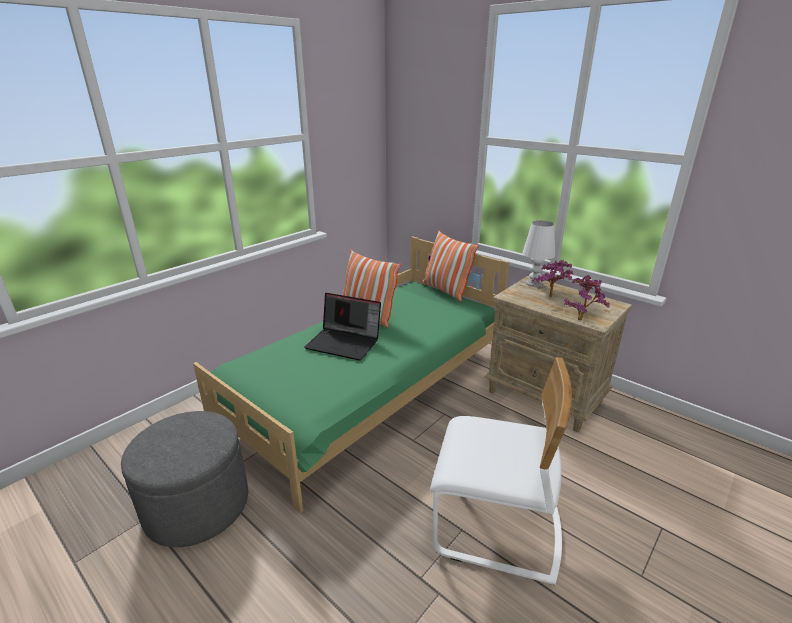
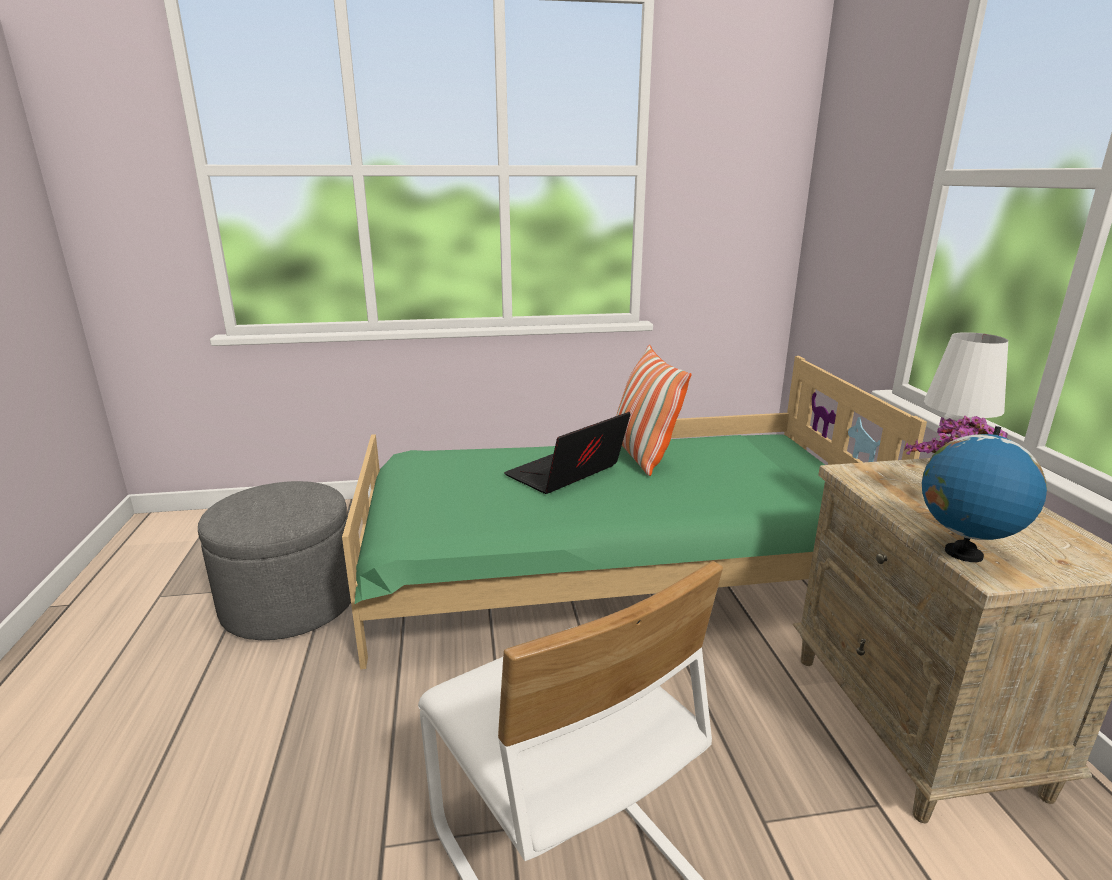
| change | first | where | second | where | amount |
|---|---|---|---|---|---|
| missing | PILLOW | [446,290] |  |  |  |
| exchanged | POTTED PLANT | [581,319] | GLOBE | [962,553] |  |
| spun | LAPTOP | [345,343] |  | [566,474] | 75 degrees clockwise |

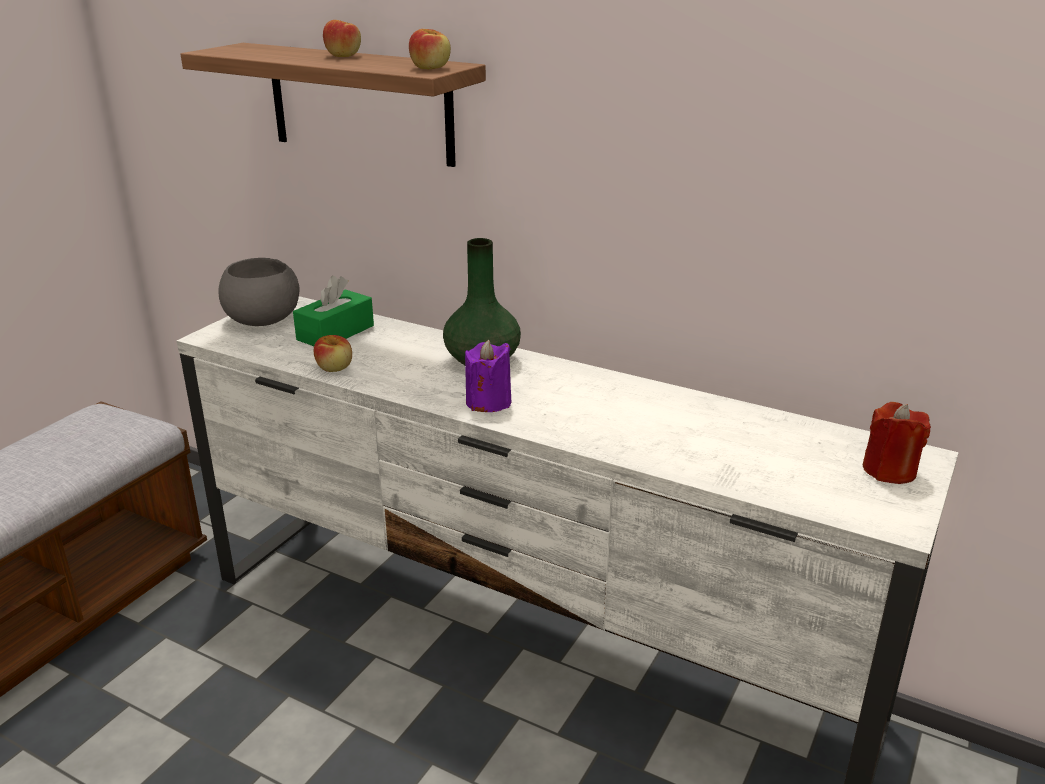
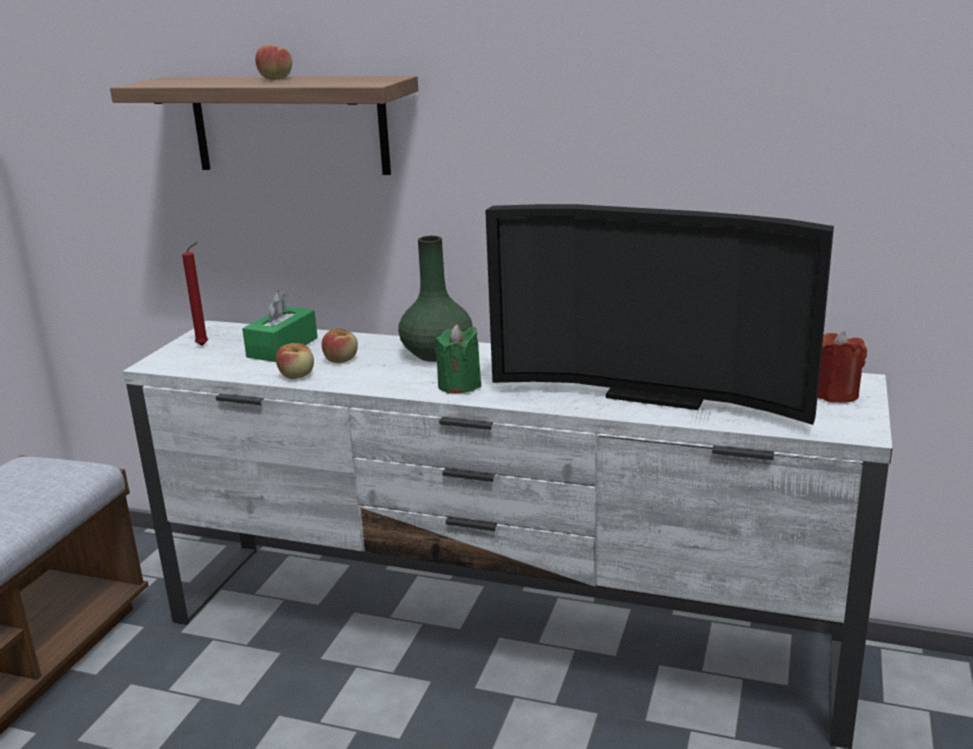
| change | first | where | second | where | amount |
|---|---|---|---|---|---|
| relocated | APPLE | [430,68] |  | [341,359] |  |
| exchanged | GREY BOWL | [264,321] | RED CANDLE | [204,345] |  |
| colour | PURPLE CANDLE | [488,402] | GREEN CANDLE | [459,385] |  |
| appeared |  |  | TELEVISION | [656,392] |  |

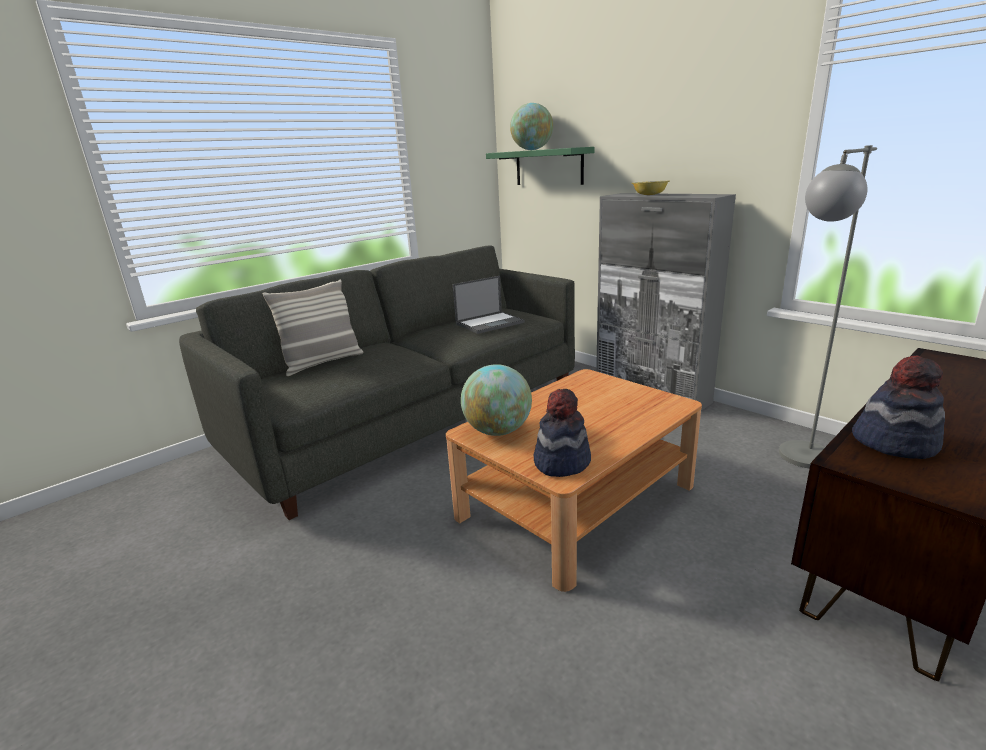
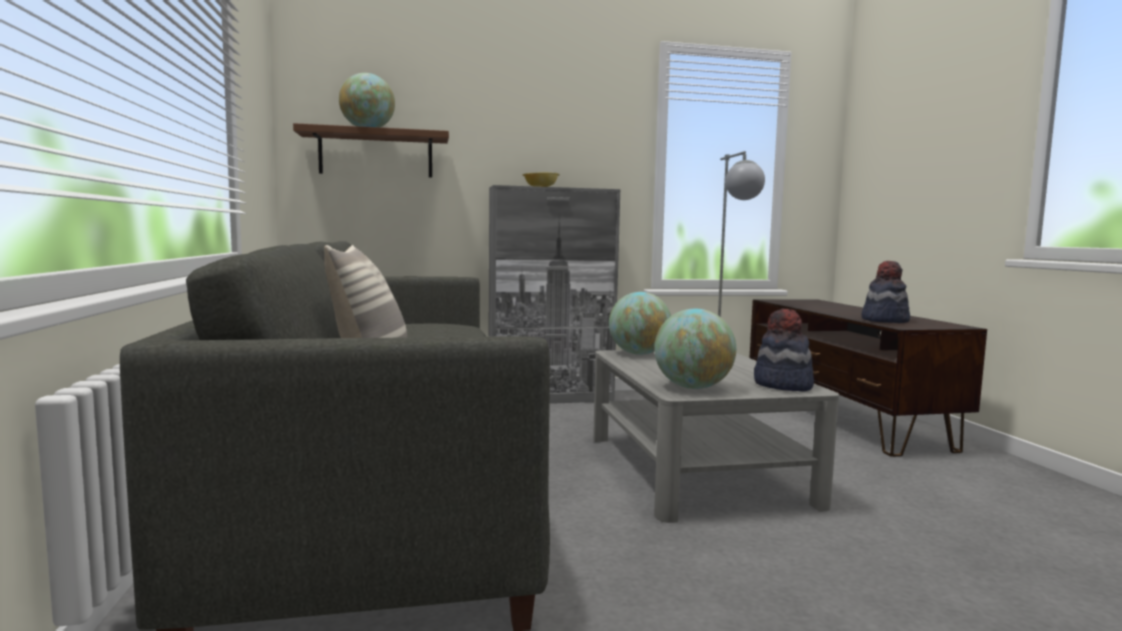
| change | first | where | second | where | amount |
|---|---|---|---|---|---|
| colour | GREEN SHELF | [548,167] | BROWN SHELF | [376,154] |  |
| missing | LAPTOP | [490,323] |  |  |  |
| colour | BROWN COFFEE TABLE | [576,500] | GREY COFFEE TABLE | [695,469] |  |
| appeared |  |  | GLOBE | [639,354] |  |

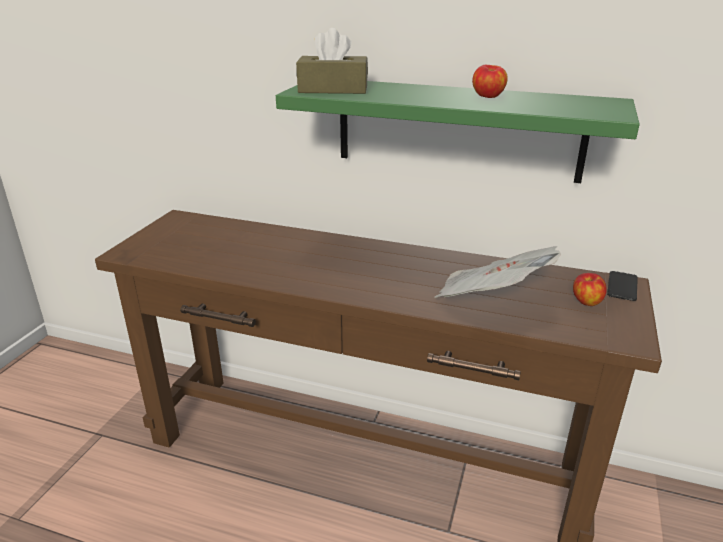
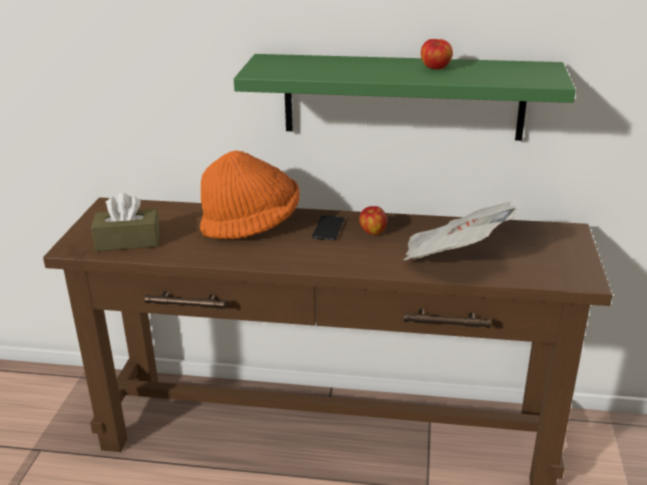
| change | first | where | second | where | amount |
|---|---|---|---|---|---|
| relocated | BROWN TISSUE BOX | [333,89] |  | [128,241] |  |
| relocated | PHONE | [622,286] |  | [328,228] |  |
| relocated | APPLE | [586,302] |  | [372,232] |  |
| appeared |  |  | ORANGE HAT | [251,225] |  |

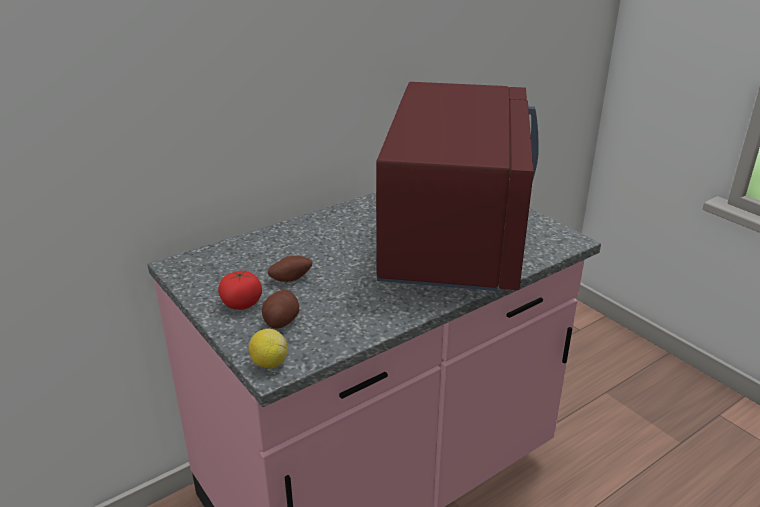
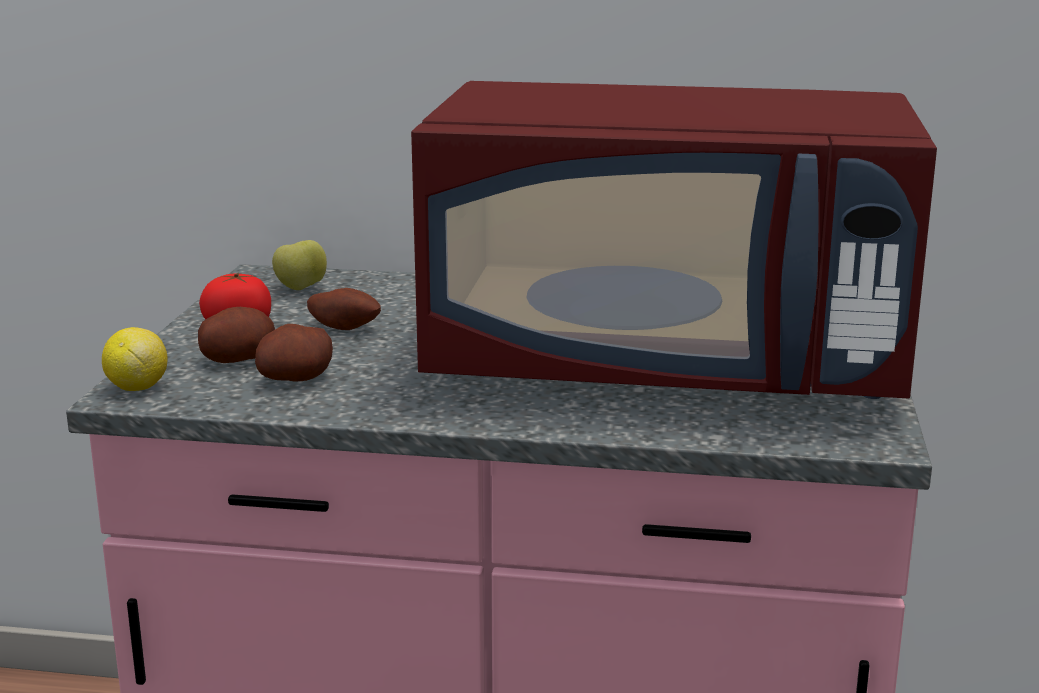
| change | first | where | second | where | amount |
|---|---|---|---|---|---|
| spun | RED MICROWAVE | [452,237] |  | [668,365] | 45 degrees clockwise |
| appeared |  |  | APPLE | [301,289] |  |
| appeared |  |  | POTATO | [296,379] |  |

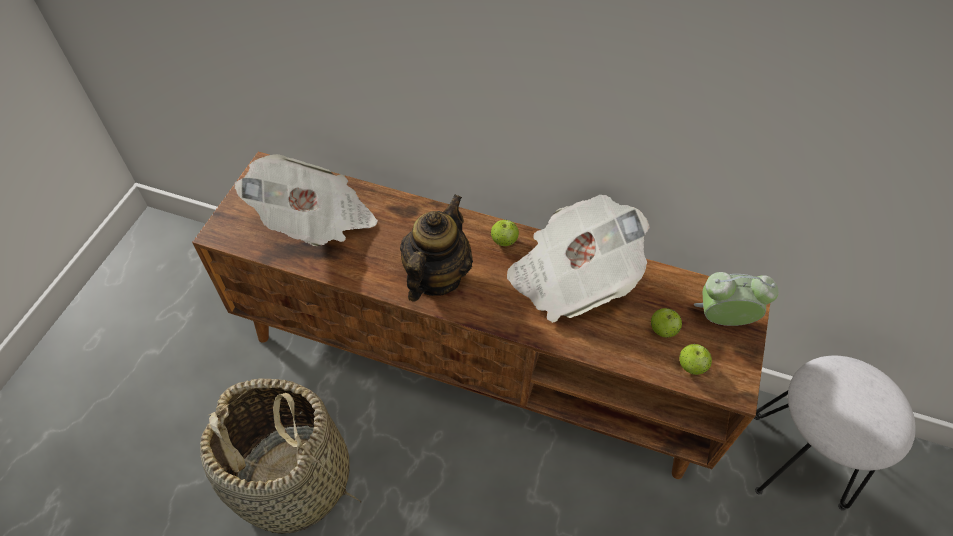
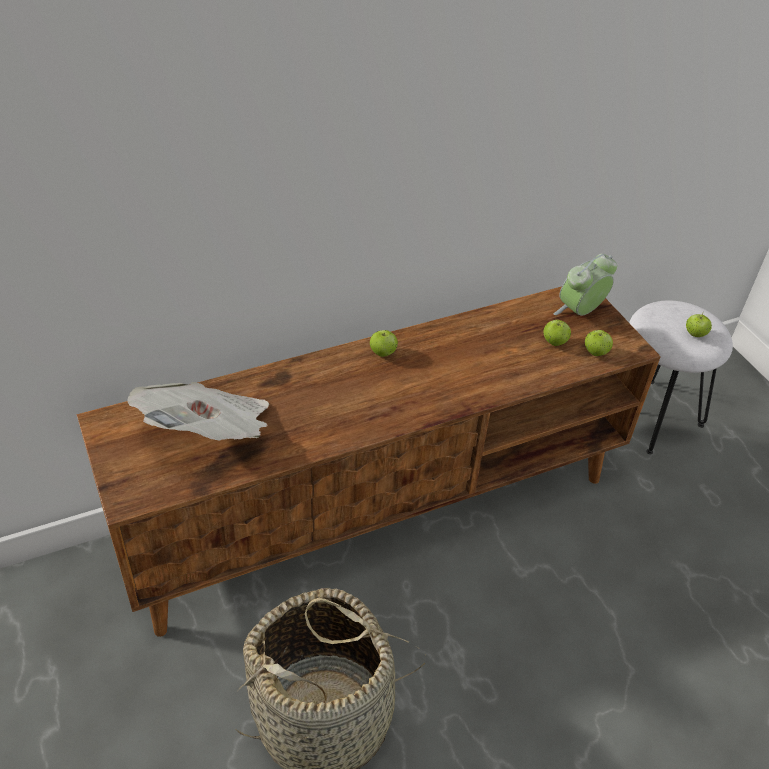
| change | first | where | second | where | amount |
|---|---|---|---|---|---|
| missing | TEAPOT | [436,277] |  |  |  |
| missing | NEWSPAPER | [571,277] |  |  |  |
| appeared |  |  | APPLE | [695,334] |  |

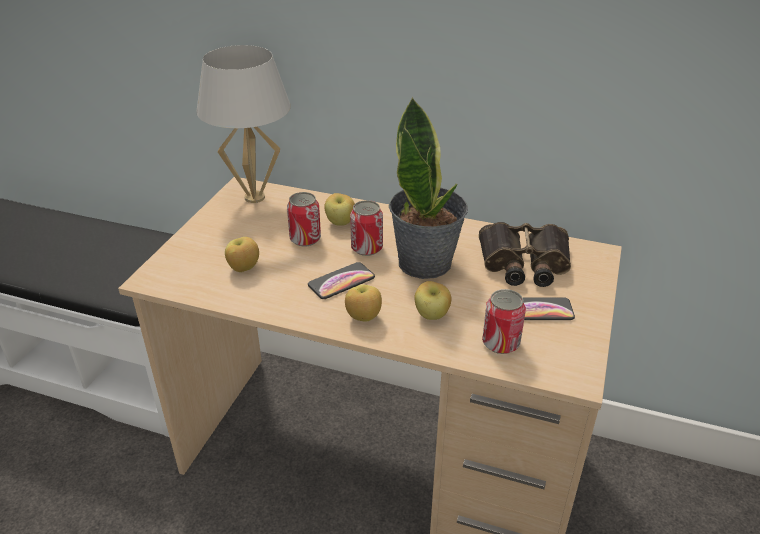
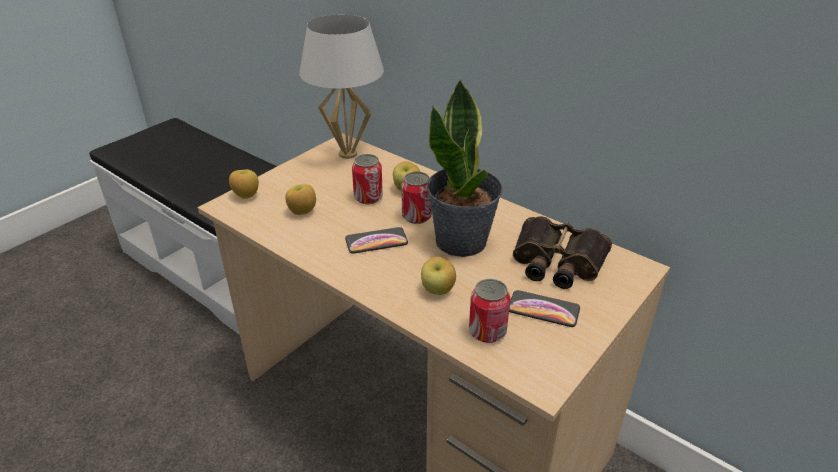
| change | first | where | second | where | amount |
|---|---|---|---|---|---|
| relocated | APPLE | [363,317] |  | [246,196] |  |

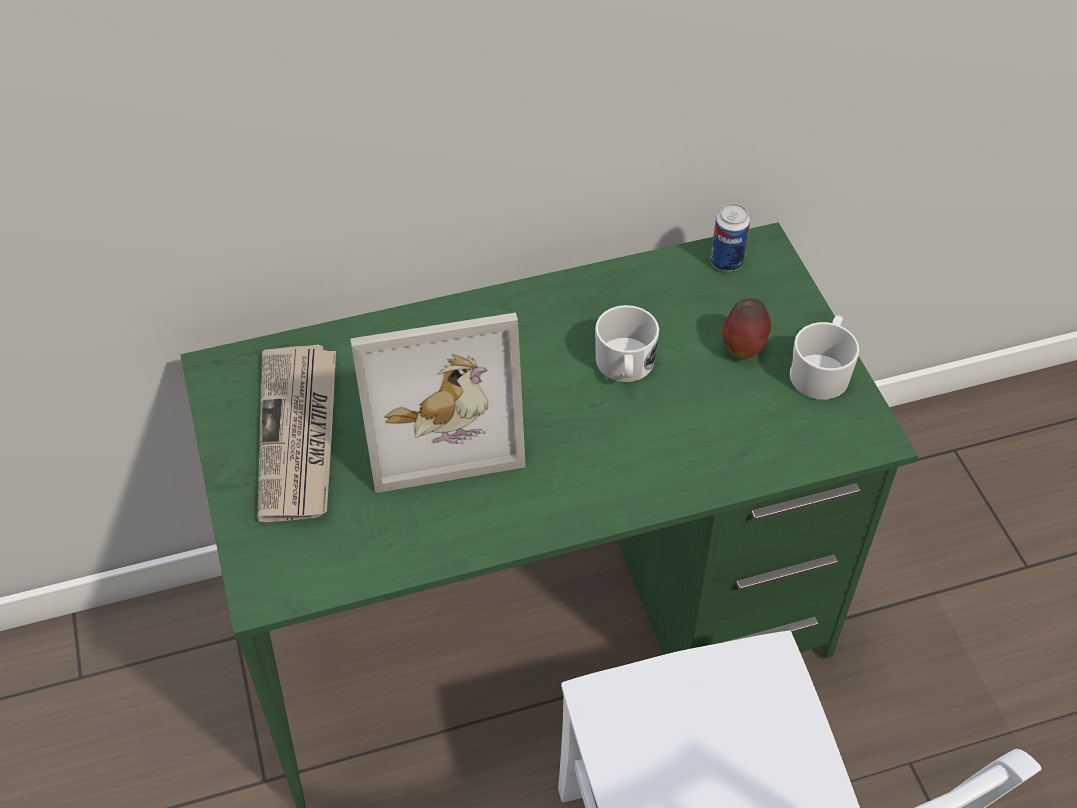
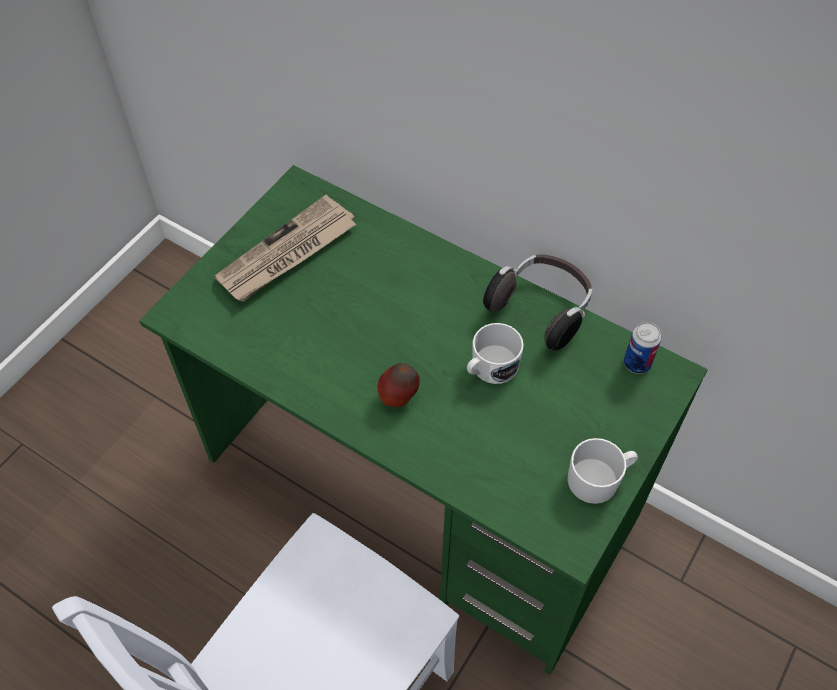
| change | first | where | second | where | amount |
|---|---|---|---|---|---|
| relocated | APPLE | [743,348] |  | [399,397] |  |
| missing | PICTURE FRAME | [439,423] |  |  |  |
| appeared |  |  | HEADPHONES | [541,309] |  |

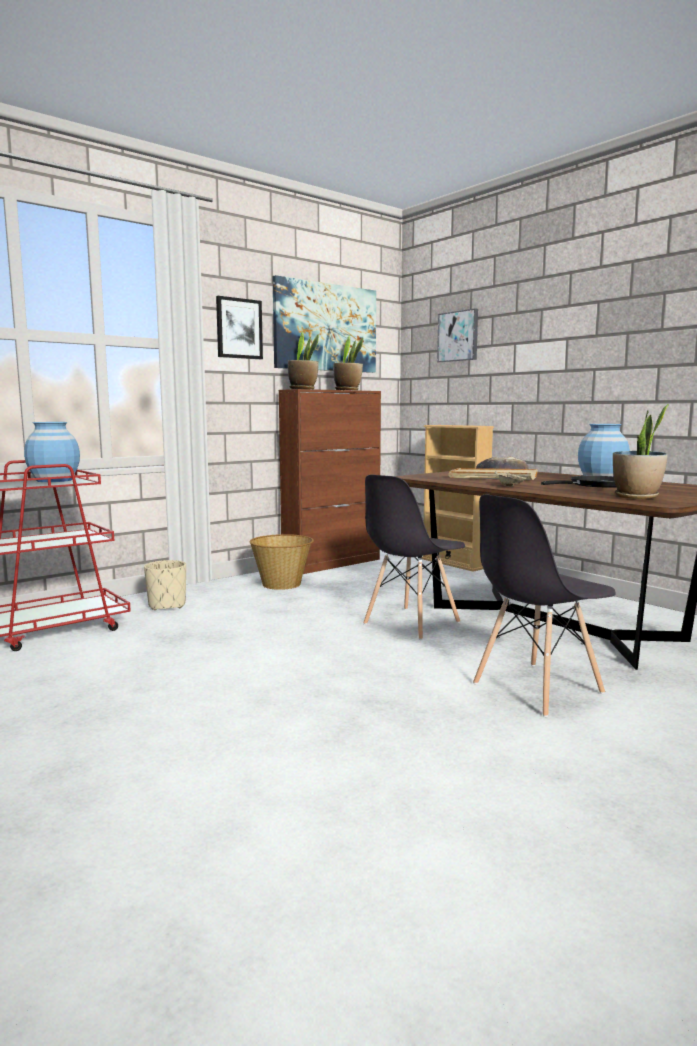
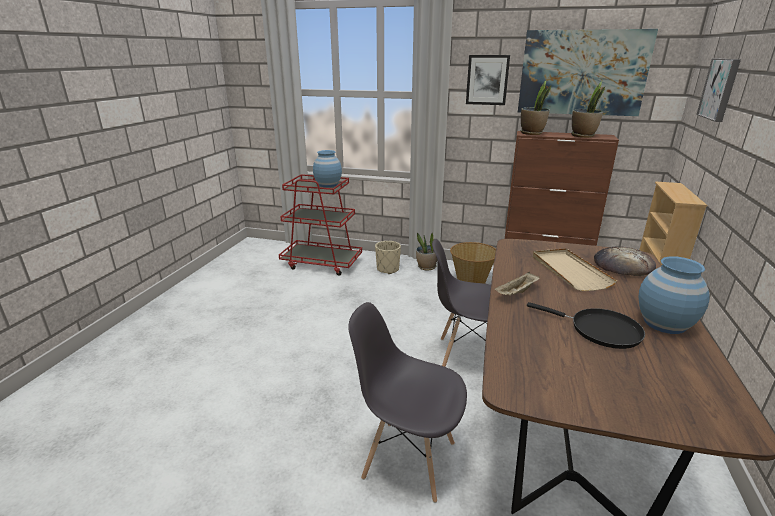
| change | first | where | second | where | amount |
|---|---|---|---|---|---|
| relocated | POTTED PLANT | [637,497] |  | [426,267] |  |

